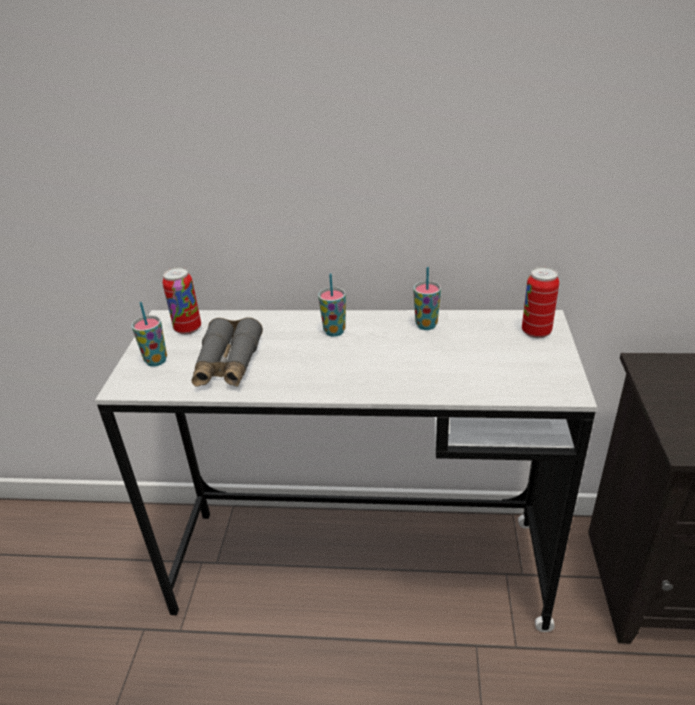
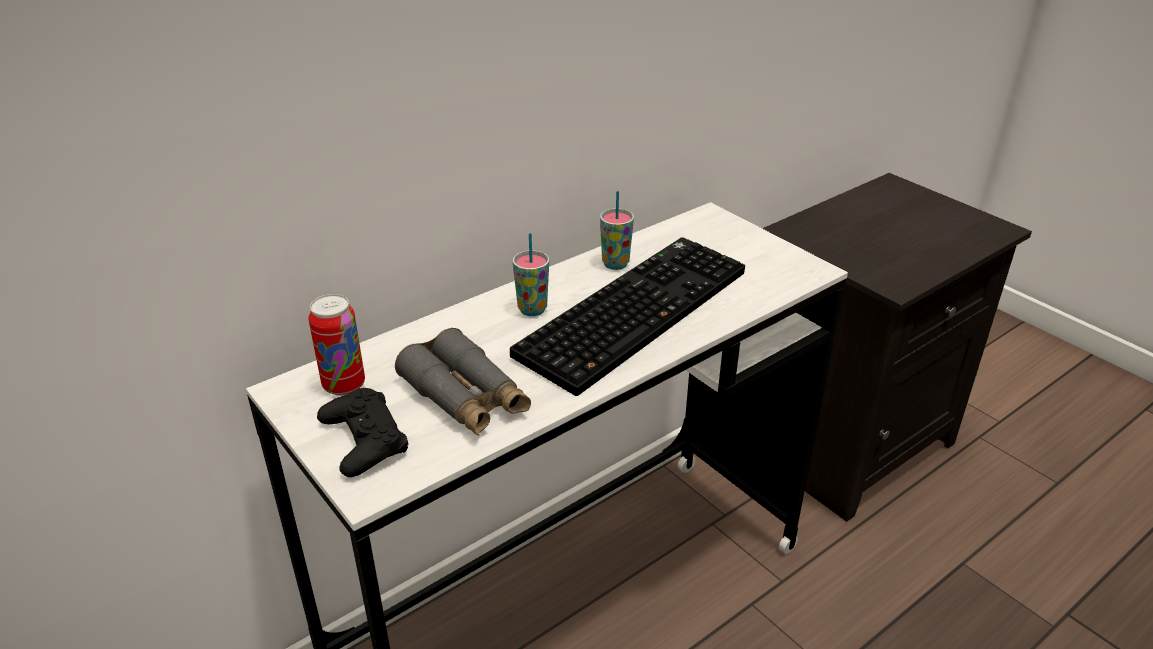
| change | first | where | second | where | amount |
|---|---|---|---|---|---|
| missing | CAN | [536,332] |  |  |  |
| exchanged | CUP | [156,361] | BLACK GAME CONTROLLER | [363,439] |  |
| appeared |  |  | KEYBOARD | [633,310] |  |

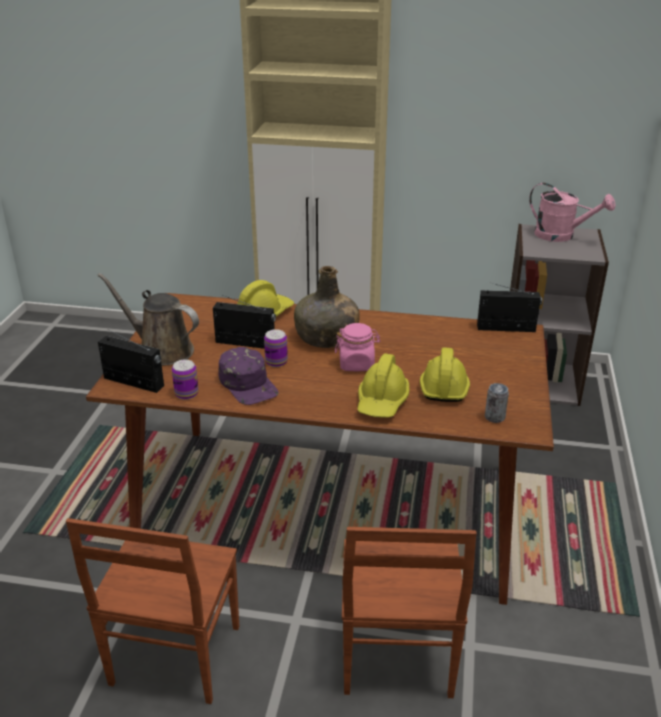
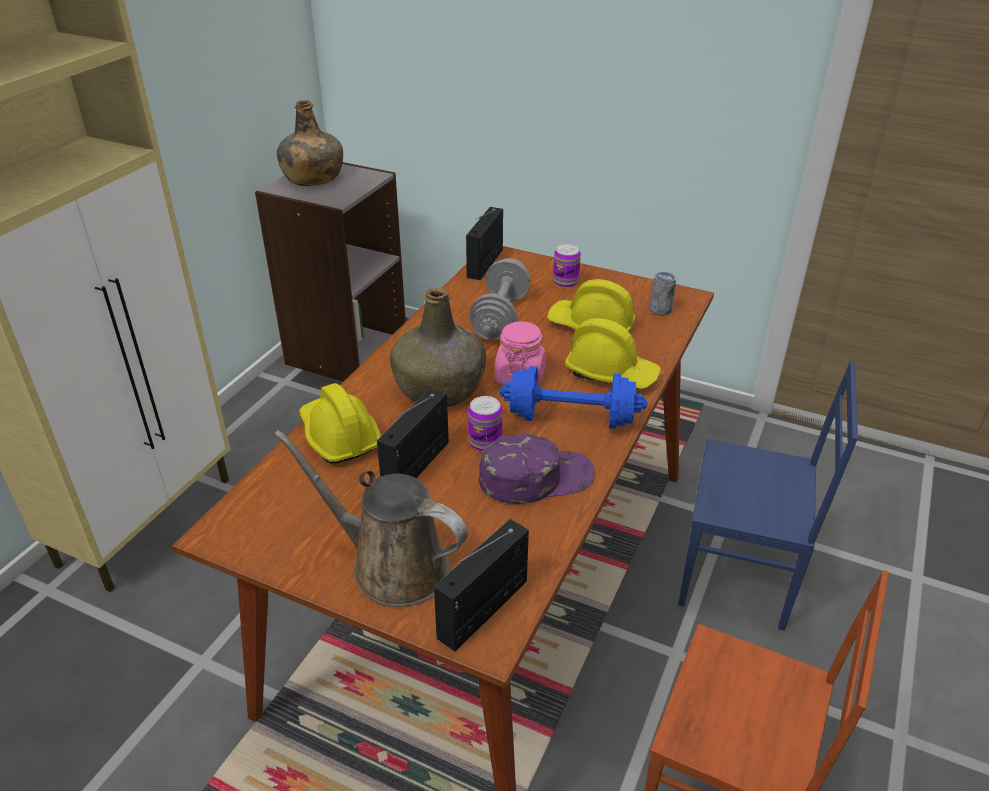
| change | first | where | second | where | amount |
|---|---|---|---|---|---|
| exchanged | PINK WATERING CAN | [561,236] | GREEN BOTTLE | [312,178] |  |
| spun | BROWN WATERING CAN | [161,350] |  | [391,565] | 75 degrees clockwise |
| relocated | CAN | [186,393] |  | [565,282] |  |
| colour | BROWN CHAIR | [395,658] | BLUE CHAIR | [738,577] |  |
| appeared |  |  | GREY DUMBBELL | [500,317] |  |
| appeared |  |  | BLUE DUMBBELL | [571,418] |  |

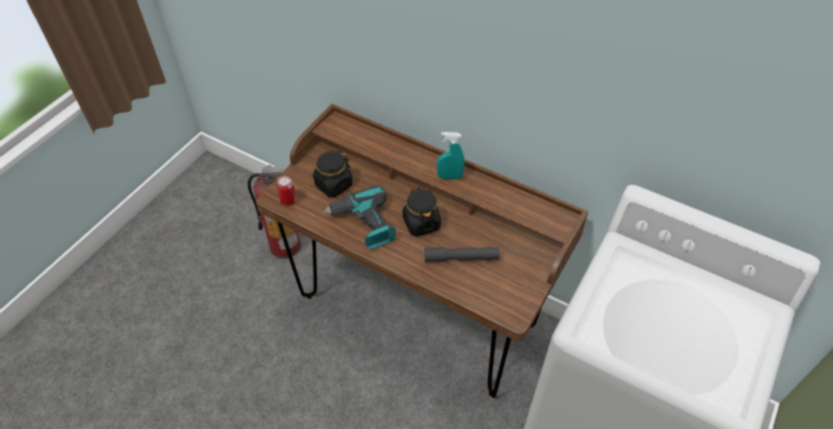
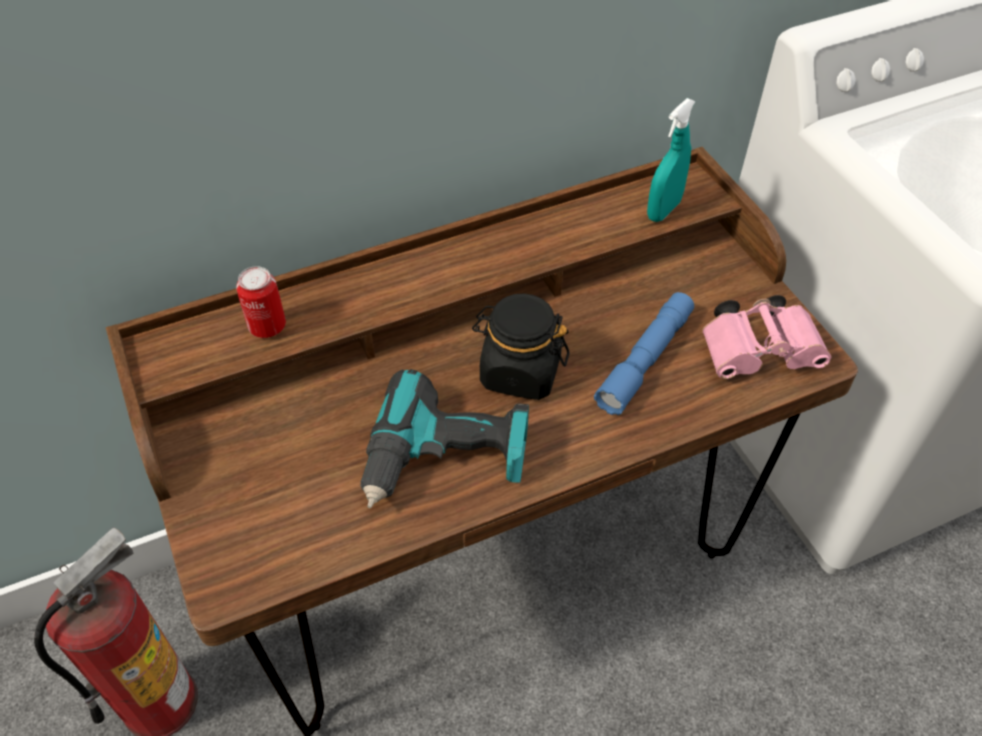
| change | first | where | second | where | amount |
|---|---|---|---|---|---|
| relocated | TURQUOISE SPRAY BOTTLE | [449,177] |  | [663,210] |  |
| missing | BLACK JAR | [333,185] |  |  |  |
| relocated | CAN | [288,200] |  | [267,326] |  |
| colour | GREY FLASHLIGHT | [461,258] | BLUE FLASHLIGHT | [645,360] |  |
| appeared |  |  | PINK BINOCULARS | [762,353] |  |

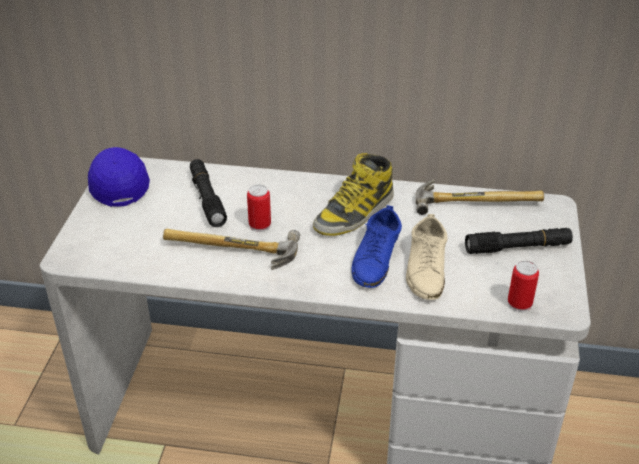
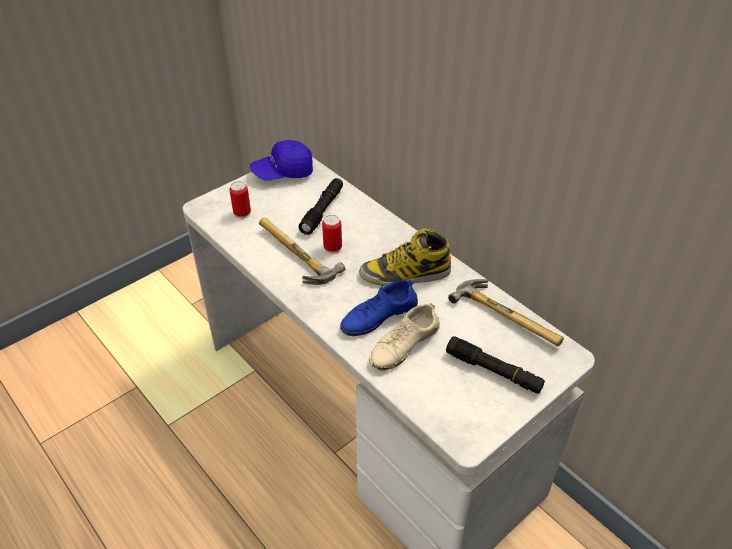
| change | first | where | second | where | amount |
|---|---|---|---|---|---|
| spun | BLUE CAP | [118,184] |  | [283,173] | 135 degrees counterclockwise |
| relocated | CAN | [519,304] |  | [242,213] |  |

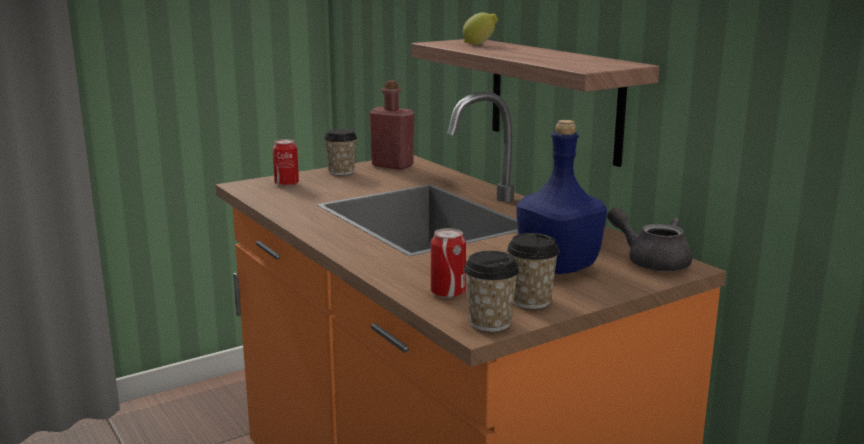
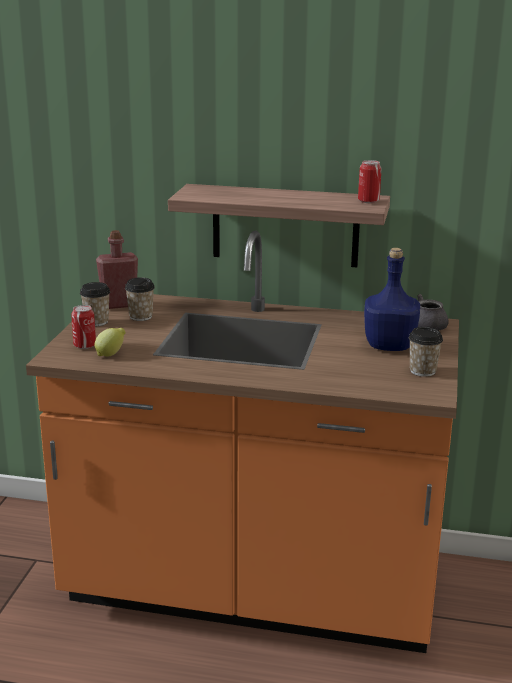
| change | first | where | second | where | amount |
|---|---|---|---|---|---|
| relocated | LEMON | [480,44] |  | [111,354] |  |
| relocated | CAN | [448,293] |  | [368,201] |  |
| relocated | CUP | [490,323] |  | [141,317] |  |

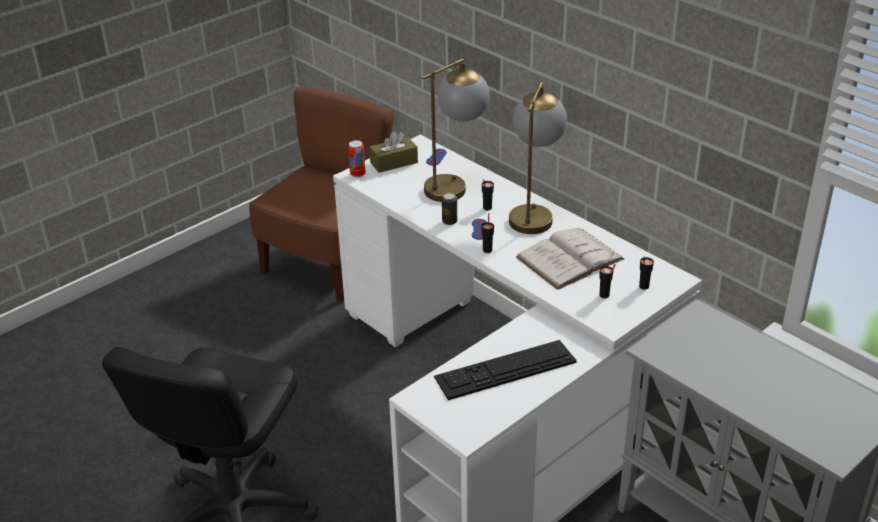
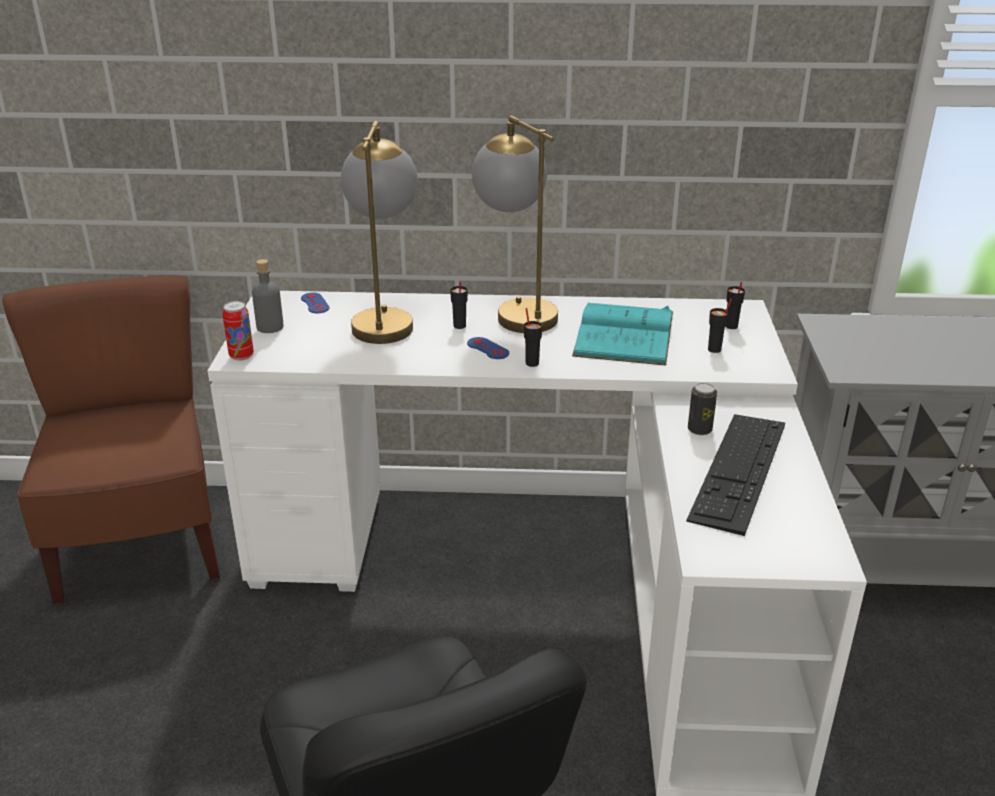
| change | first | where | second | where | amount |
|---|---|---|---|---|---|
| exchanged | BROWN TISSUE BOX | [394,162] | GREY BOTTLE | [270,327] |  |
| relocated | CAN | [449,221] |  | [699,429] |  |
| colour | WHITE BOOK | [569,258] | TURQUOISE BOOK | [624,333] |  |

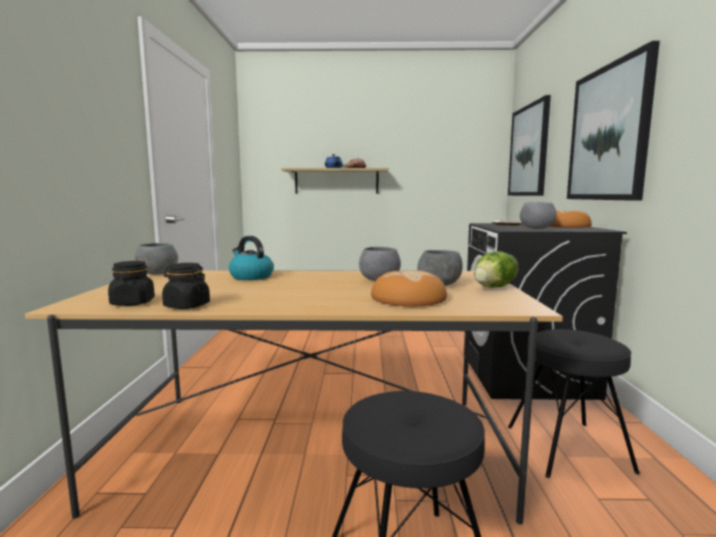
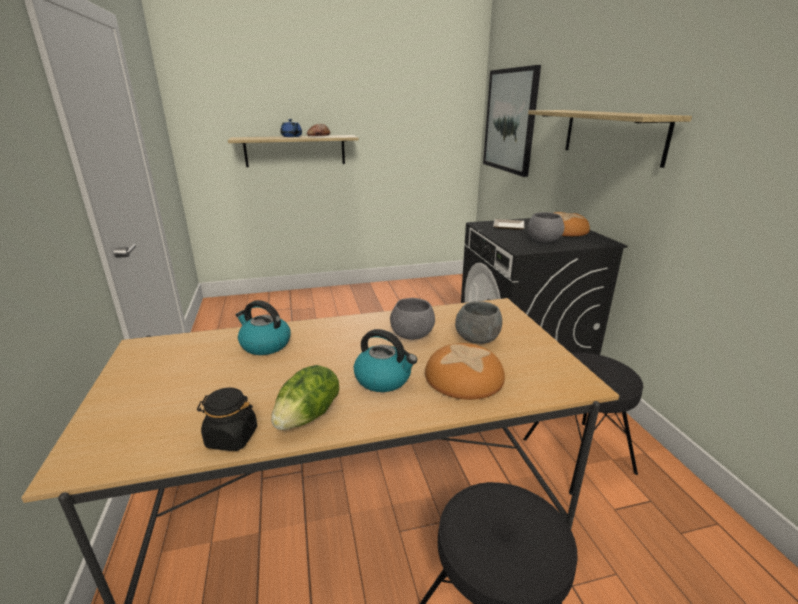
| change | first | where | second | where | amount |
|---|---|---|---|---|---|
| exchanged | PICTURE | [608,133] | SHELF | [612,135] |  |
| missing | GREY BOWL | [157,273] |  |  |  |
| relocated | LETTUCE | [494,287] |  | [309,416] |  |
| missing | BLACK JAR | [133,303] |  |  |  |
| appeared |  |  | KETTLE | [384,379] |  |

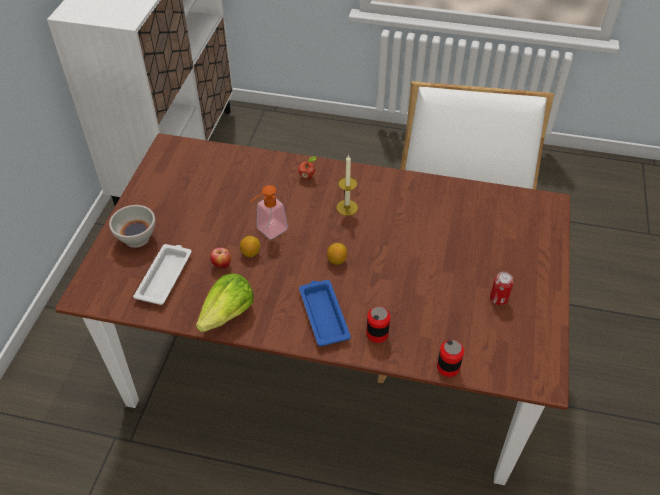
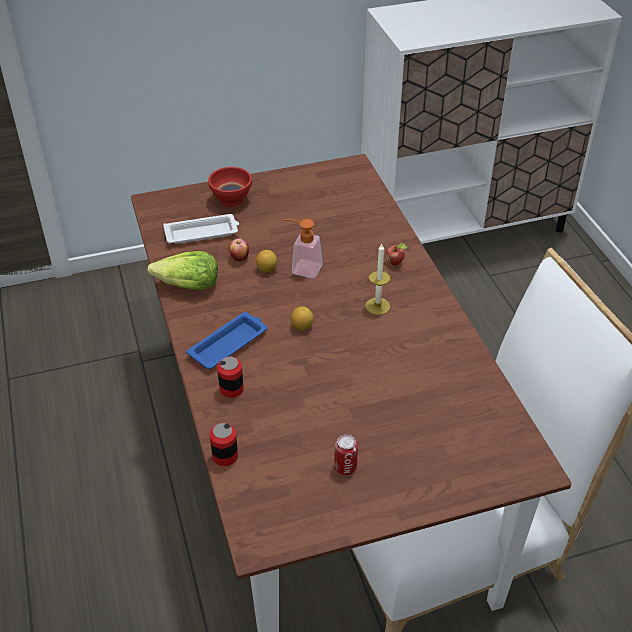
| change | first | where | second | where | amount |
|---|---|---|---|---|---|
| colour | WHITE BOWL | [136,239] | RED BOWL | [230,199] |  |

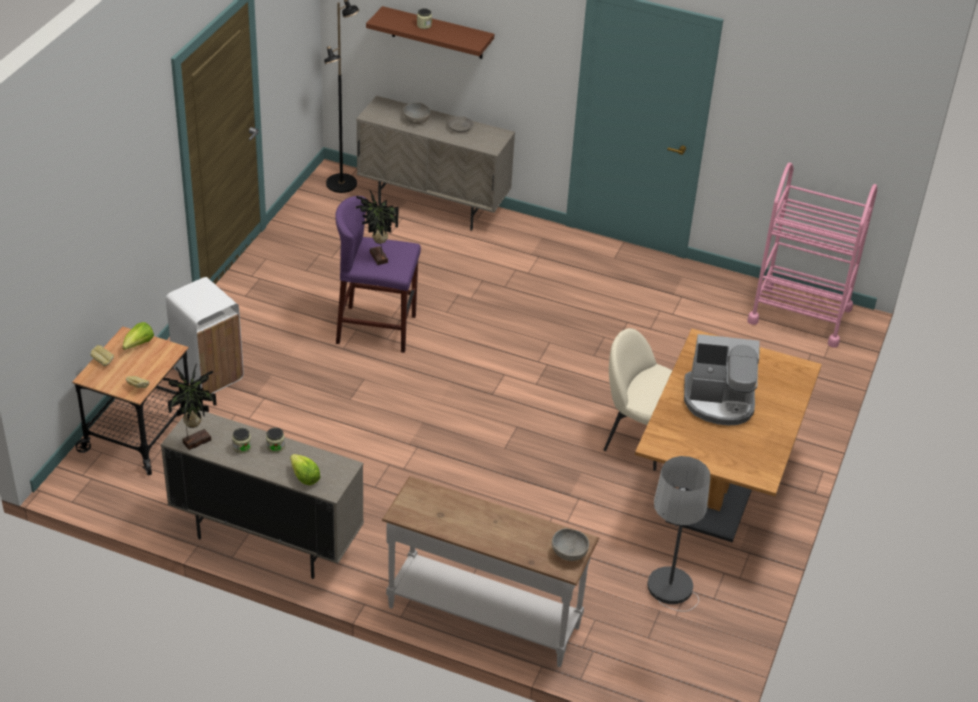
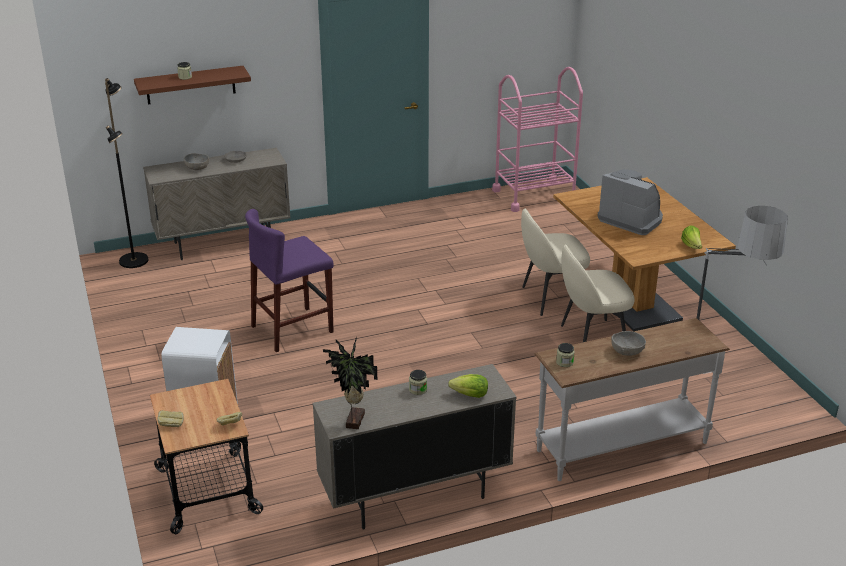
| change | first | where | second | where | amount |
|---|---|---|---|---|---|
| missing | POTTED PLANT | [377,258] |  |  |  |
| relocated | LETTUCE | [139,345] |  | [692,246] |  |
| spun | COFFEE MACHINE | [719,401] |  | [631,219] | 105 degrees counterclockwise |
| relocated | JAR | [242,447] |  | [564,362] |  |
| relocated | GREY BOWL | [569,552] |  | [627,351] |  |
| appeared |  |  | BEIGE CHAIR | [591,338] |  |

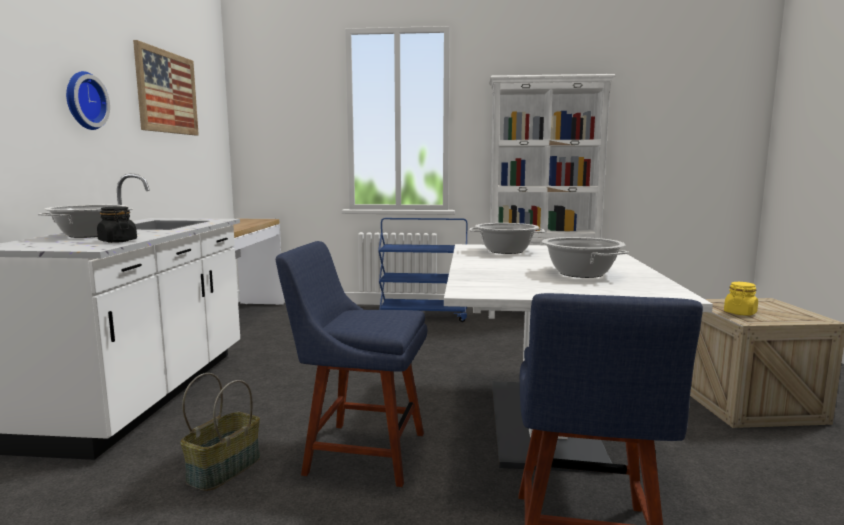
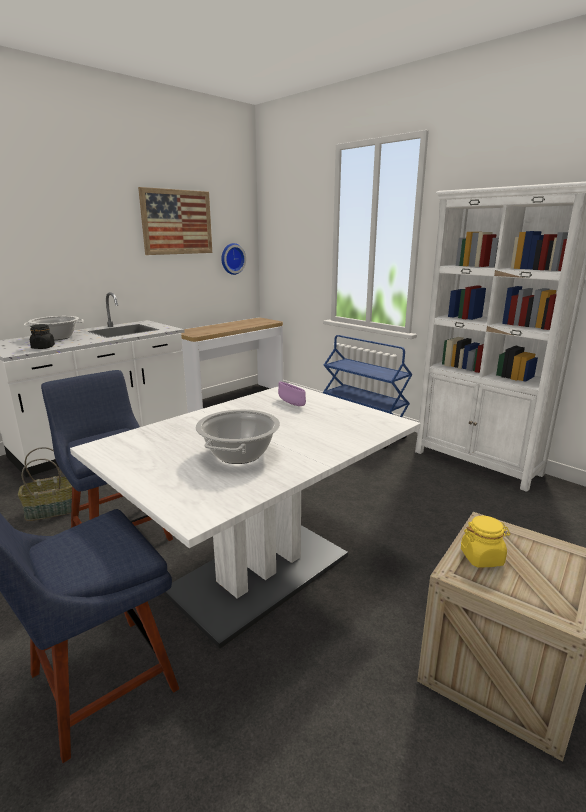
| change | first | where | second | where | amount |
|---|---|---|---|---|---|
| relocated | WALL CLOCK | [83,101] |  | [232,259] |  |
| exchanged | COOKING POT | [505,251] | PURPLE BOWL | [291,403] |  |

